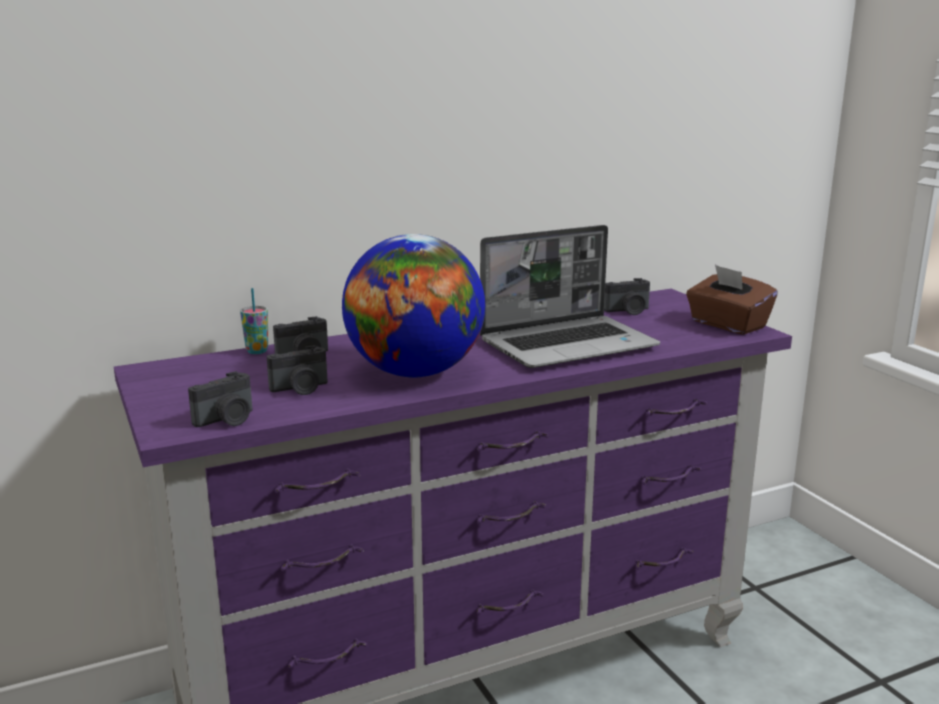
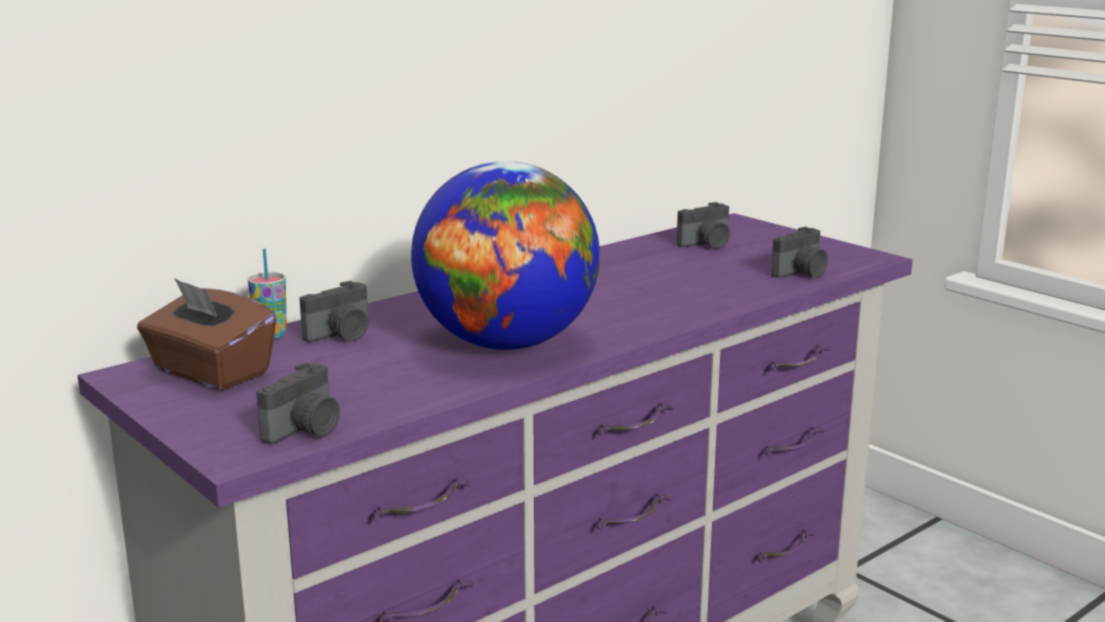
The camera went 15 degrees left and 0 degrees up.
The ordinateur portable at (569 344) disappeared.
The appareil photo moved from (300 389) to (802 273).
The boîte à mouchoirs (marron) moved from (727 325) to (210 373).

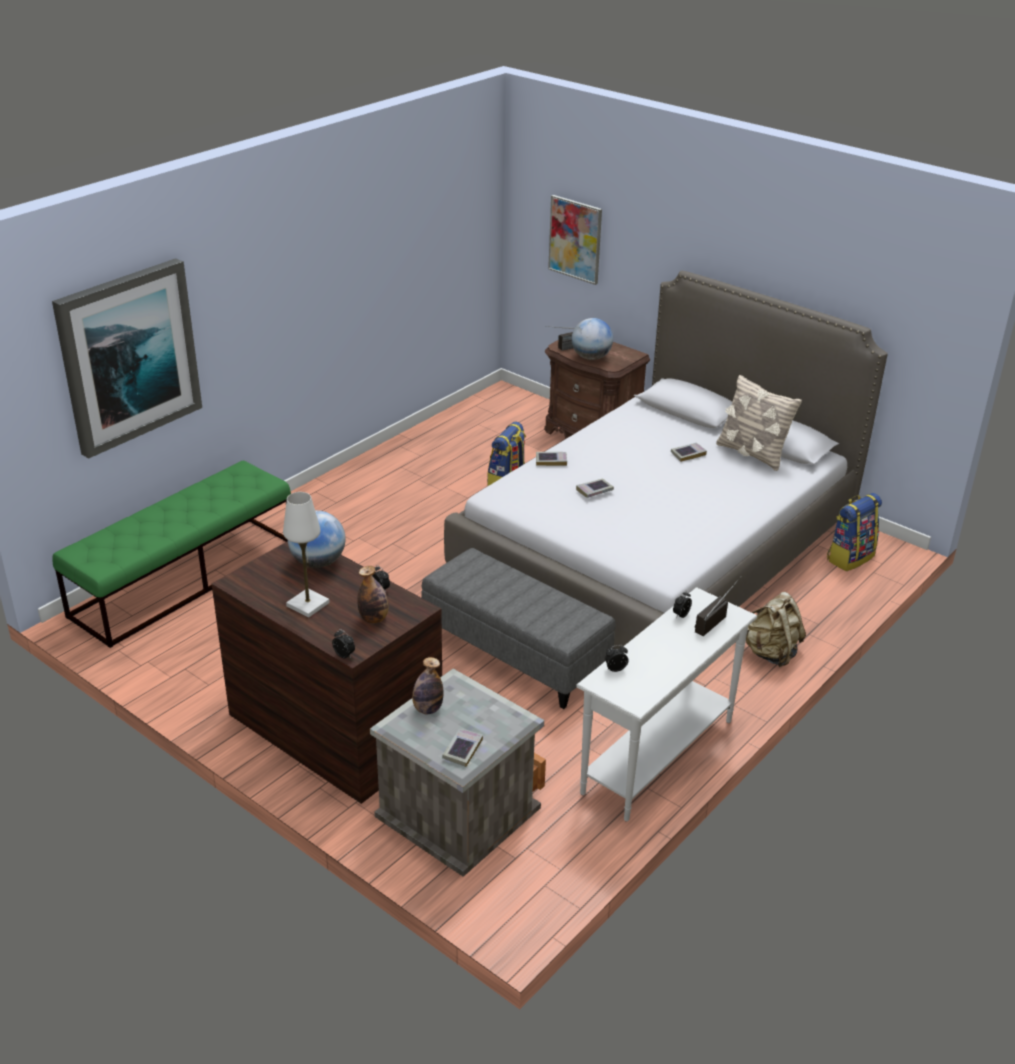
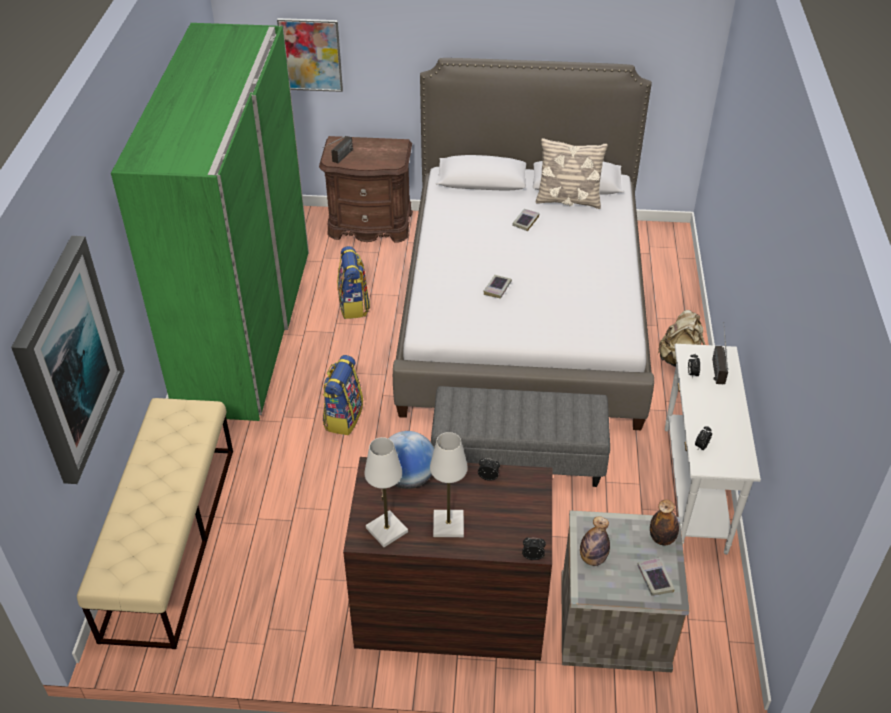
The camera went 35 degrees left and 10 degrees up.
The livre at (551 461) disappeared.
The globe at (591 357) disappeared.
The armoire (vert) at (245 329) appeared.
The lampe de table (blanc) at (386 530) appeared.
The bouteille moved from (374 619) to (662 538).
The sac à dos moved from (849 557) to (343 417).
The banc (vert) at (185 578) became the banc (beige) at (170 539).

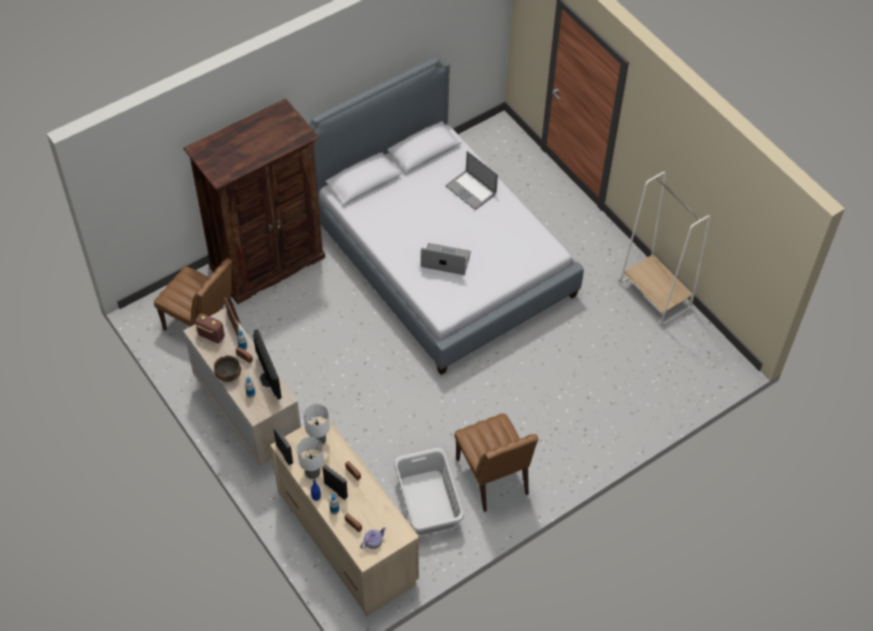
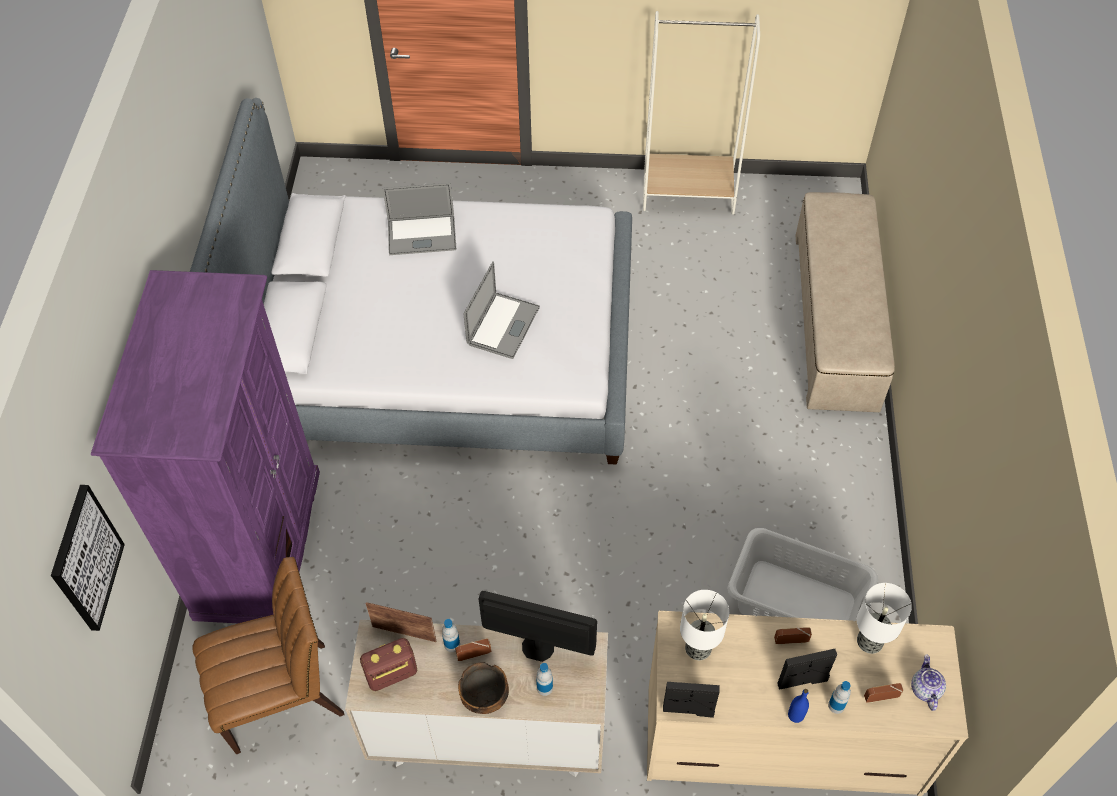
The camera went 50 degrees left and 0 degrees up.
The chaise (marron) at (491 476) disappeared.
The tableau at (85 558) appeared.
The banc (beige) at (836 320) appeared.
The lampe de table moved from (313 472) to (870 641).
The armoire (marron) at (268 262) became the armoire (violet) at (259 543).
The ordinateur portable at (446 260) turned 150 degrees clockwise.

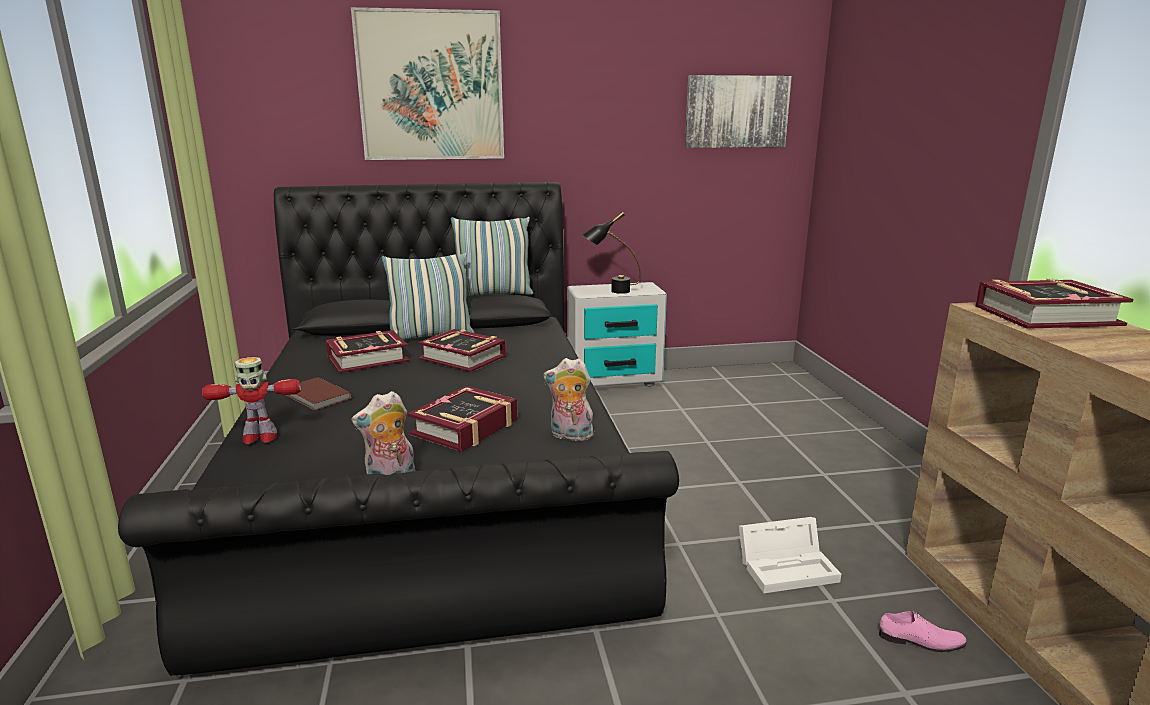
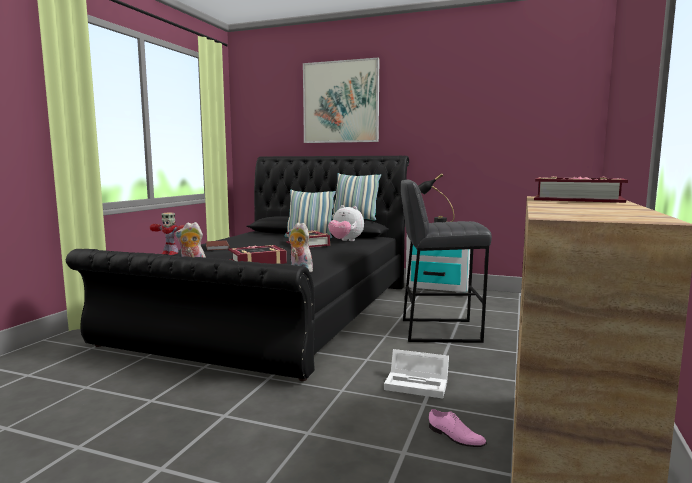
The camera went 30 degrees right and 10 degrees down.
The livre at (367 359) disappeared.
The tableau at (736 112) disappeared.
The peluche at (345 241) appeared.
The tabouret (gris) at (438 330) appeared.

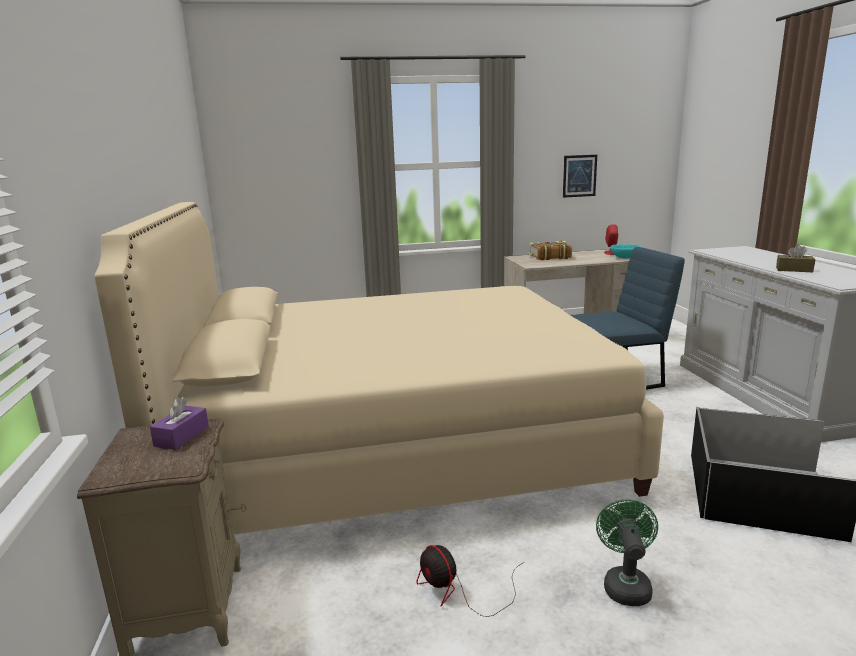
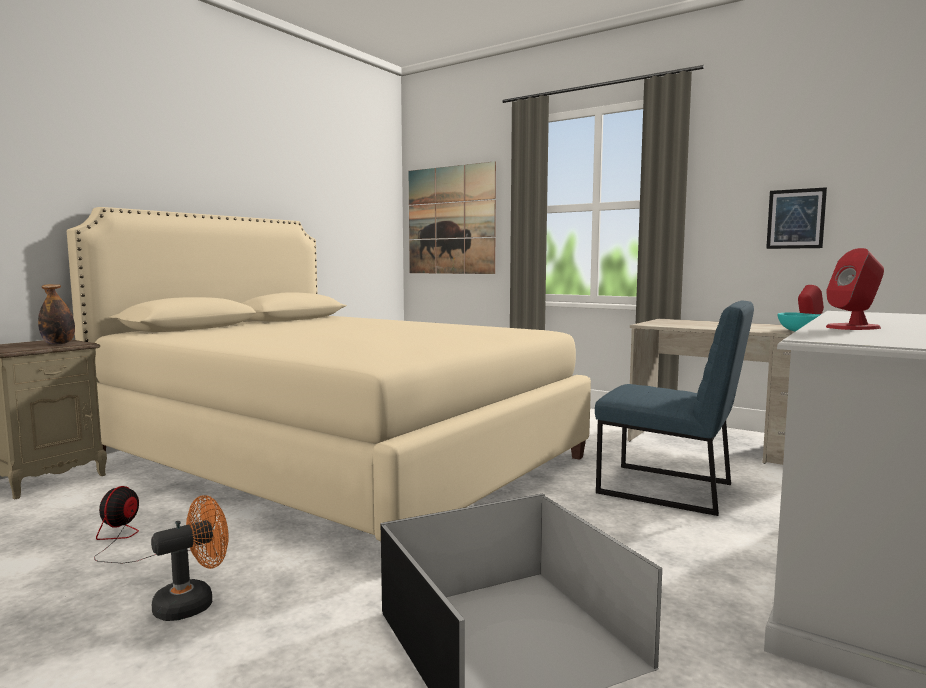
The camera went 45 degrees right and 10 degrees down.
The livre at (549 257) disappeared.
The tableau at (451 220) appeared.
The boîte à mouchoirs (violet) at (182 436) was replaced by the bouteille at (58 344).
The boîte à mouchoirs (marron) at (794 270) was replaced by the enceinte (rouge) at (853 327).
The ventilateur (vert) at (625 584) became the ventilateur (orange) at (193 603).

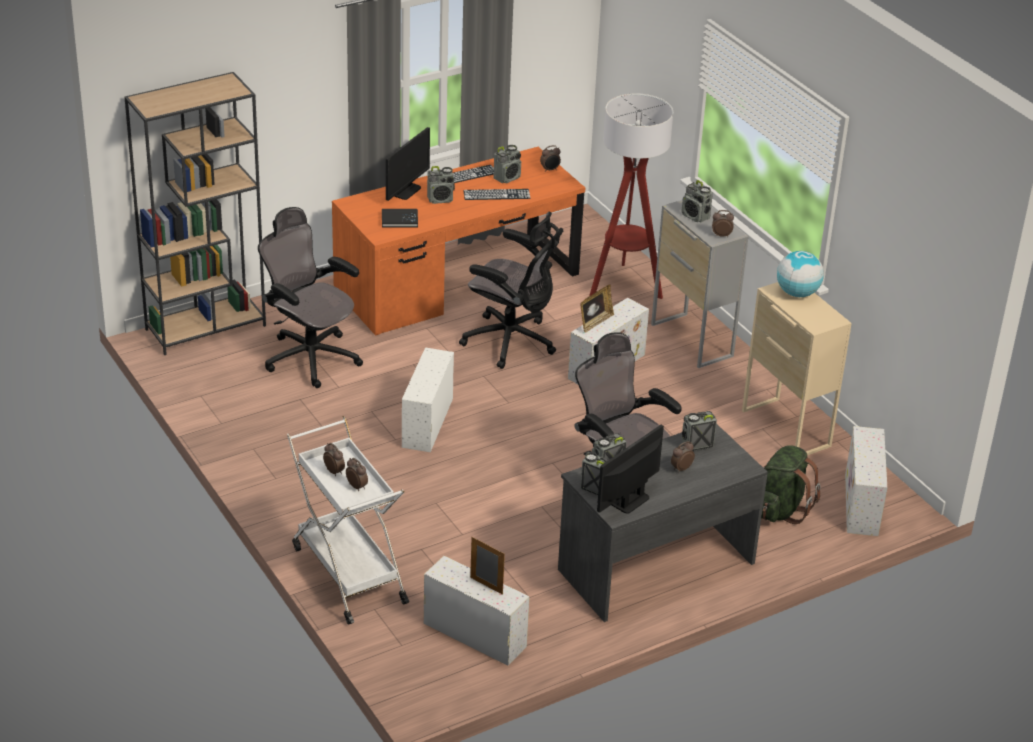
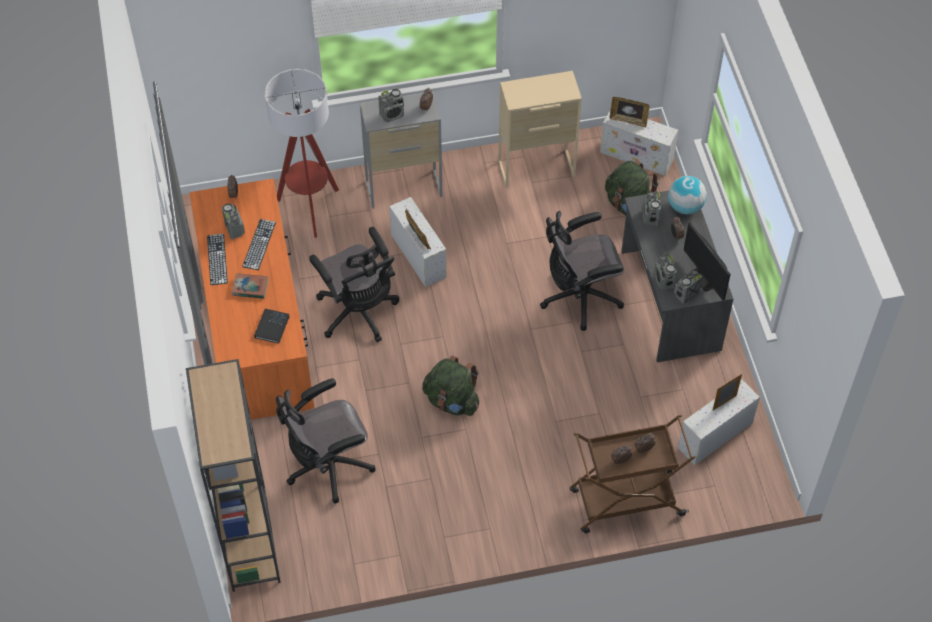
The camera went 70 degrees left and 20 degrees up.
The écran d'ordinateur at (405 191) disappeared.
The cadre photo at (628 120) appeared.
The globe moved from (797 293) to (685 206).
The boîte de rangement (blanc) at (427 423) was replaced by the sac à dos (vert) at (452 401).
The radio at (440 199) was replaced by the livre at (250 288).
The chariot (blanc) at (348 575) became the chariot (marron) at (626 502).
The chaise de bureau at (510 341) turned 105 degrees clockwise.

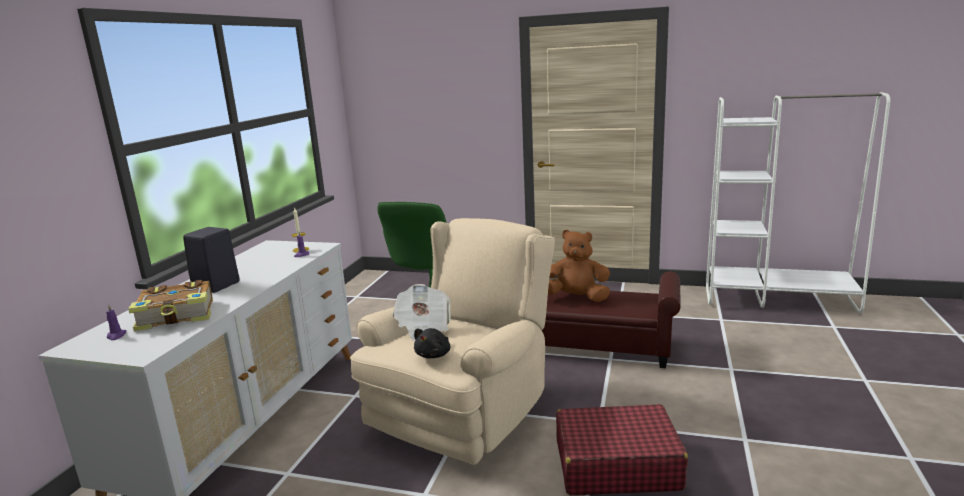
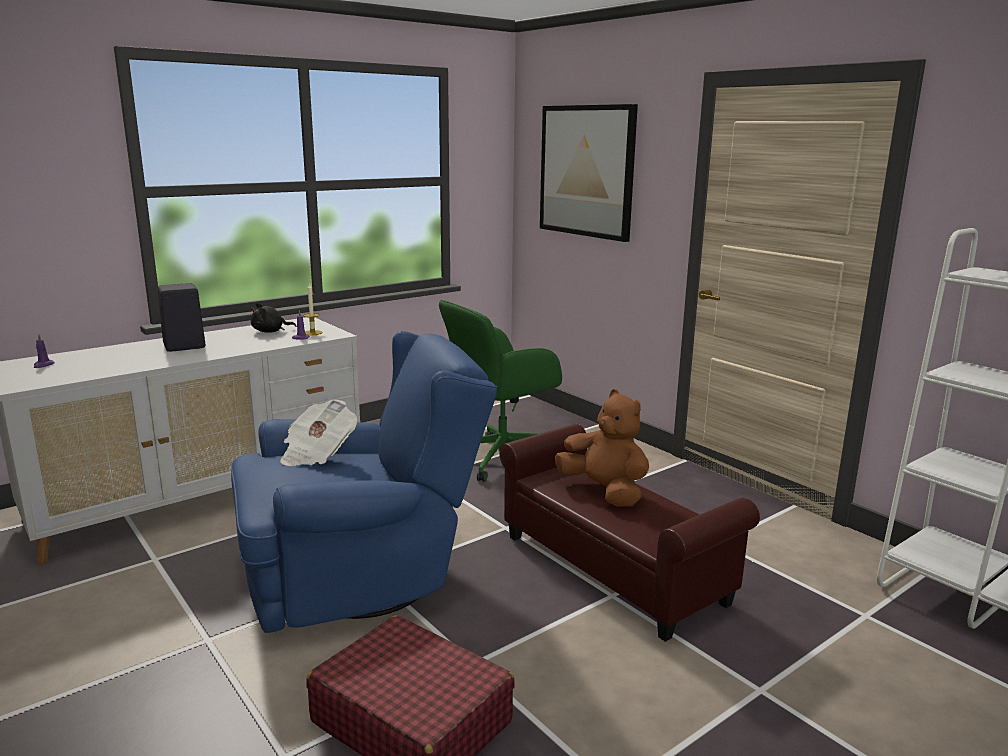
The camera went 35 degrees right and 0 degrees up.
The livre at (177 316) disappeared.
The tableau at (587 171) appeared.
The peluche (noir) moved from (434 355) to (270 331).
The fauteuil (beige) at (464 414) became the fauteuil (bleu) at (361 580).

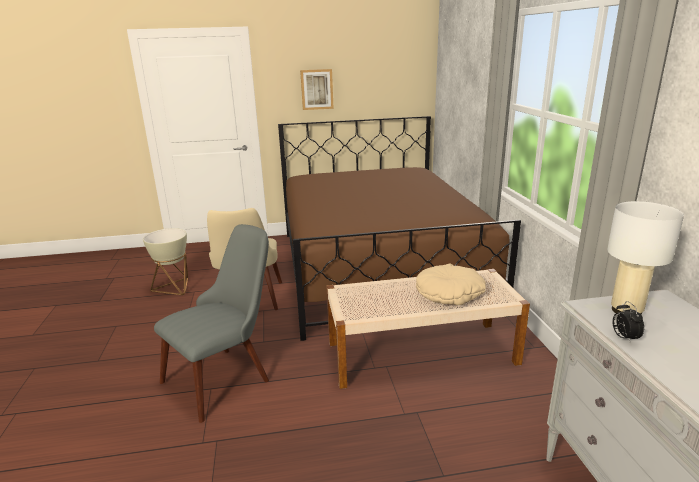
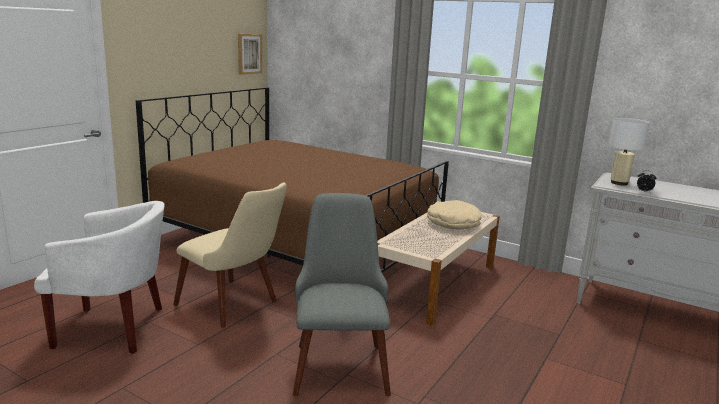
The camera went 50 degrees left and 5 degrees down.
The tableau moved from (317 89) to (249 54).
The cache-pot at (174 288) was replaced by the fauteuil (blanc) at (114 329).

